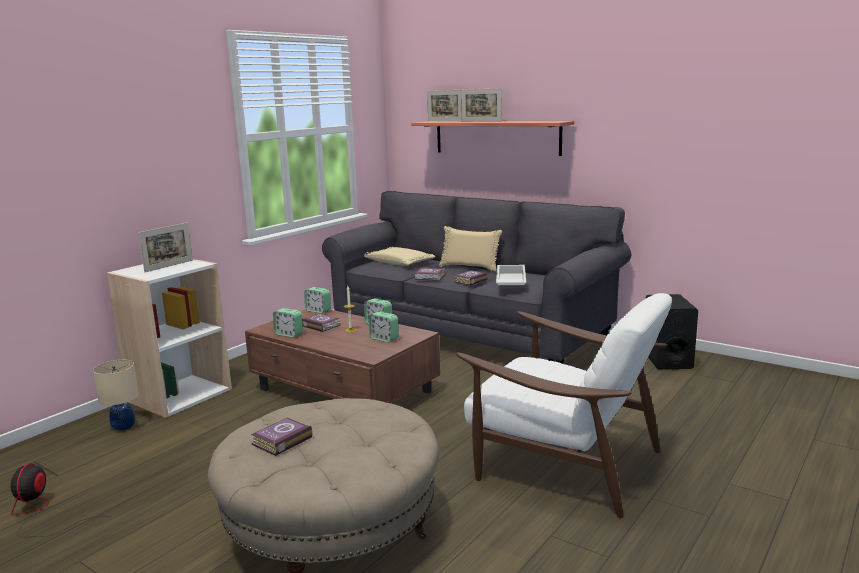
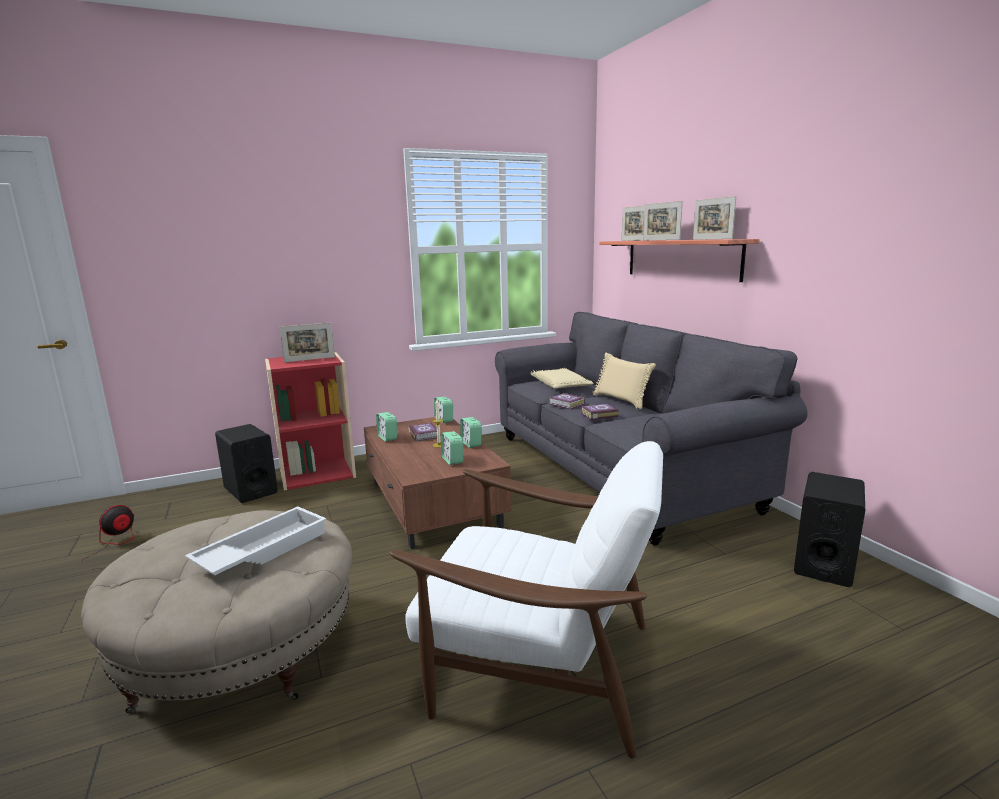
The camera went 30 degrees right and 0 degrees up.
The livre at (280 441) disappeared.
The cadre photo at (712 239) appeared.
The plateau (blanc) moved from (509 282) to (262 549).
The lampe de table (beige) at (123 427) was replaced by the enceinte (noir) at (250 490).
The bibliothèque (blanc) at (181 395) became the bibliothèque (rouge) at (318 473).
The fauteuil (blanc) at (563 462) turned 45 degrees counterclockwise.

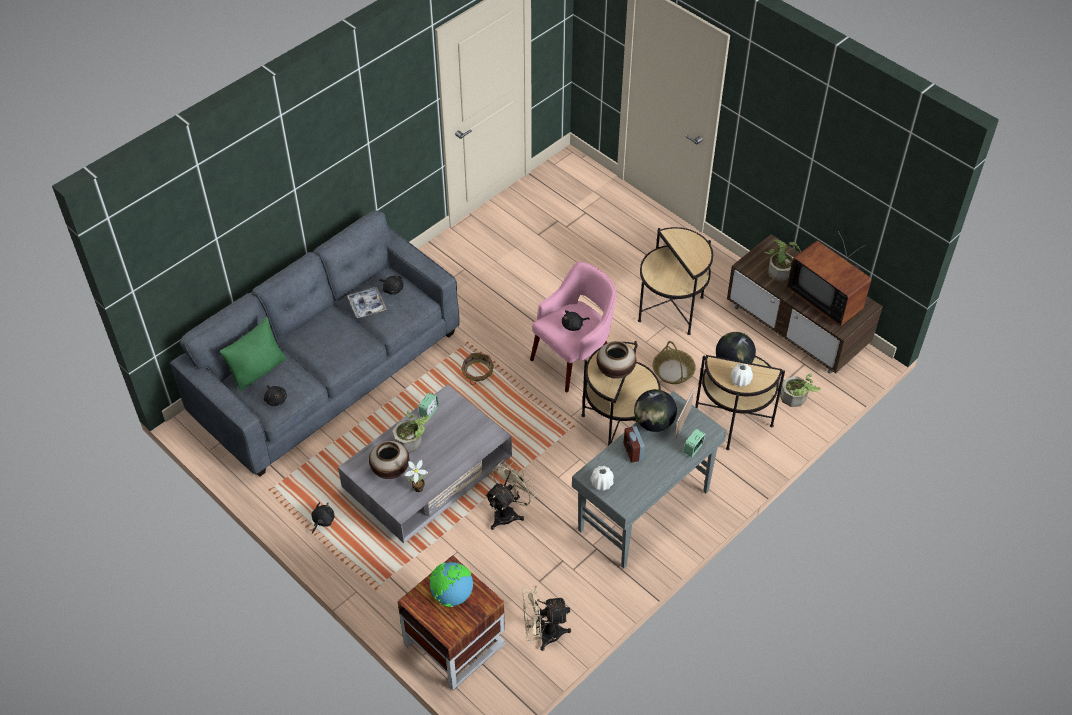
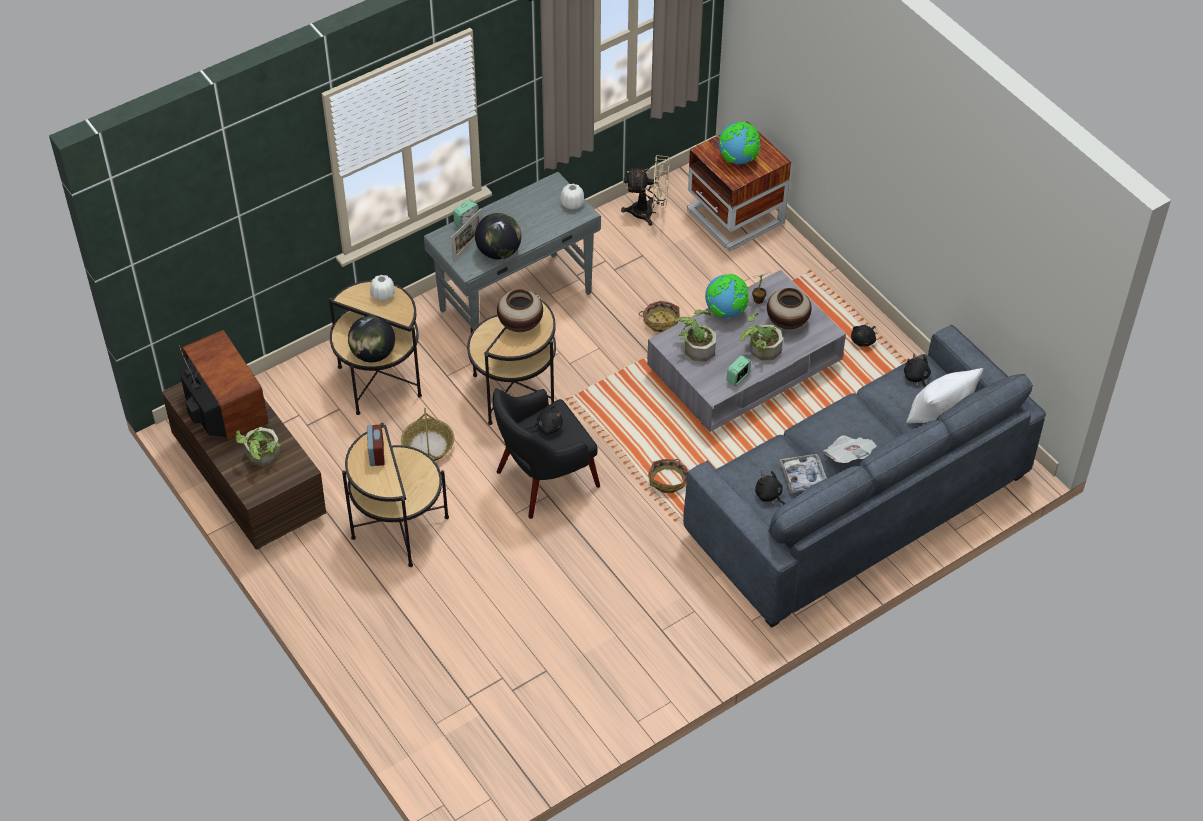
The camera went 170 degrees left and 0 degrees up.
The globe at (726 311) appeared.
The journal at (848 456) appeared.
The réveil moved from (633 451) to (376 454).
The plante en pot moved from (796 398) to (696 347).
The ventilateur (beige) at (508 512) was replaced by the panier at (661 321).
The coussin (vert) at (258 370) became the coussin (blanc) at (939 414).
The fauteuil (rose) at (573 358) became the fauteuil (noir) at (545 480).

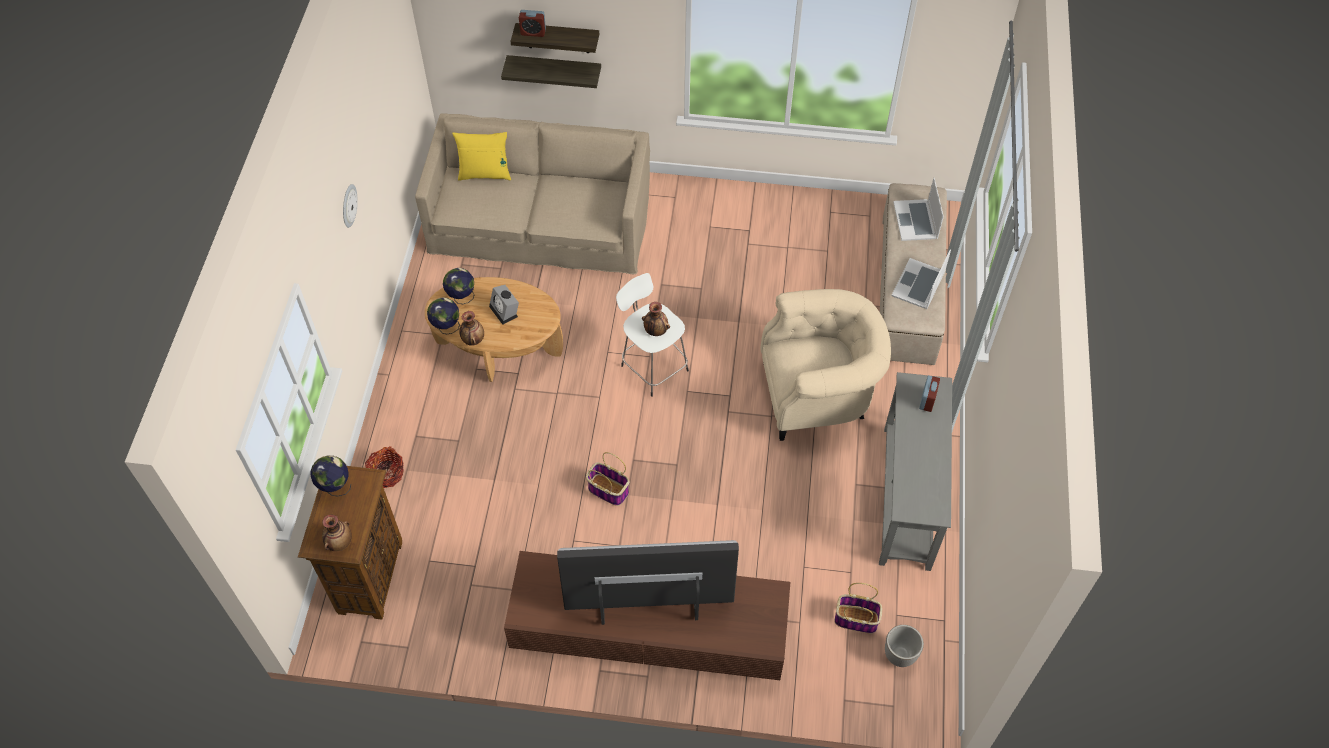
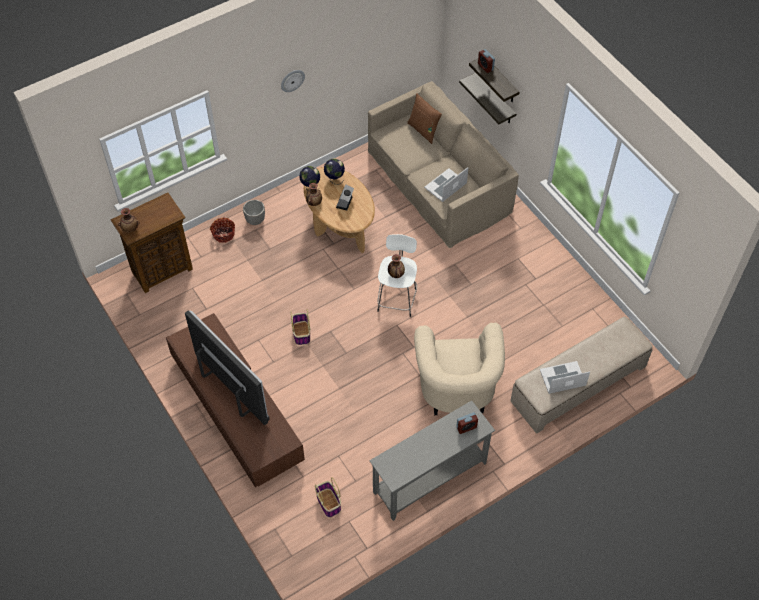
The camera went 50 degrees right and 0 degrees up.
The globe at (335 487) disappeared.
The cache-pot moved from (900 655) to (255 220).
The ordinateur portable moved from (916 220) to (446 185).
The coussin (jaune) at (485 174) became the coussin (marron) at (423 130).
The fauteuil (beige) at (818 395) turned 45 degrees clockwise.

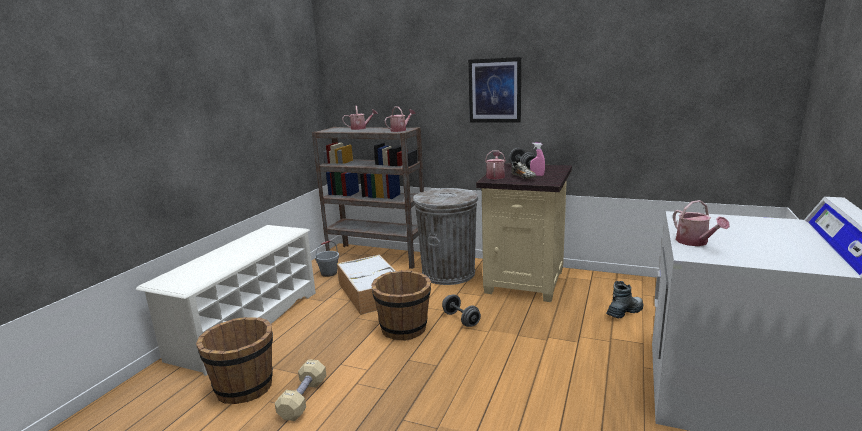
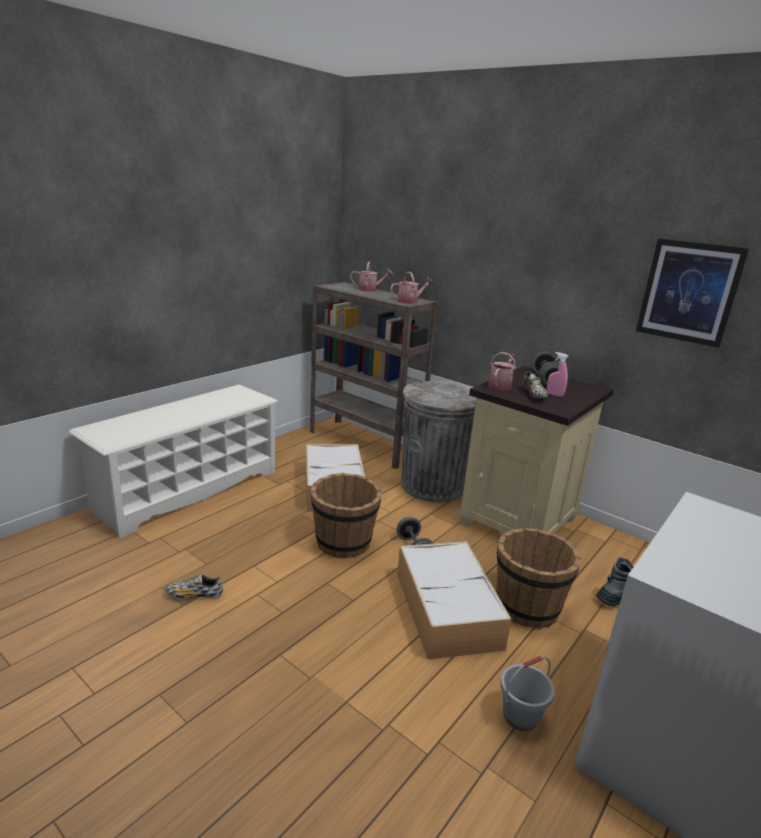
The camera went 15 degrees right and 5 degrees up.
The arrosoir at (695 242) disappeared.
The boîte de rangement at (448 611) appeared.
The seau (marron) moved from (245 387) to (527 607).
The seau (gris) moved from (329 273) to (520 716).
The tableau moved from (494 90) to (689 292).
The haltère (beige) at (303 399) was replaced by the chaussure at (194 595).

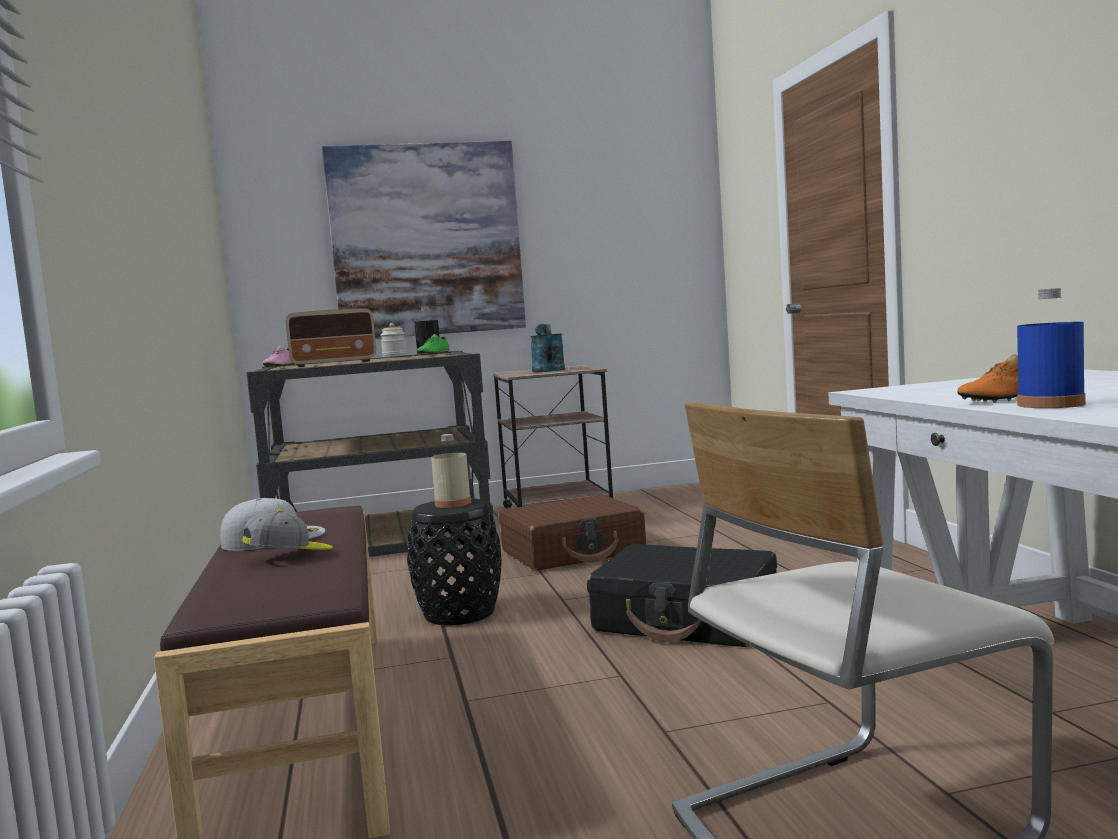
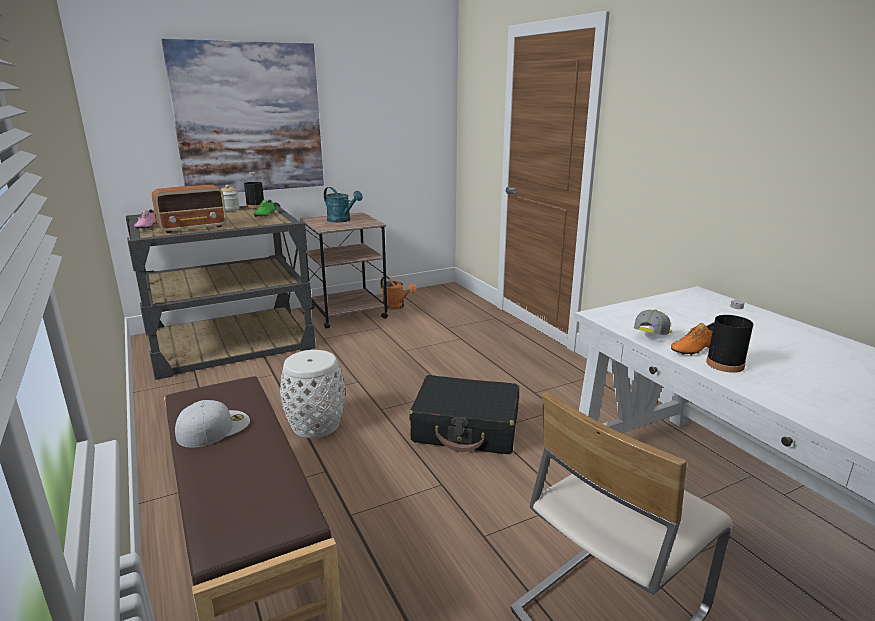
The camera went 15 degrees left and 15 degrees up.
The bouteille (beige) at (453 503) disappeared.
The valise (marron) at (573 552) disappeared.
The arrosoir (orange) at (396 306) appeared.
The casquette moved from (289 555) to (652 335).
The tabouret (noir) at (459 613) became the tabouret (blanc) at (316 425).
The bouteille (bleu) at (1050 404) became the bouteille (noir) at (725 364).
The arrosoir (turquoise) at (547 370) turned 150 degrees clockwise.

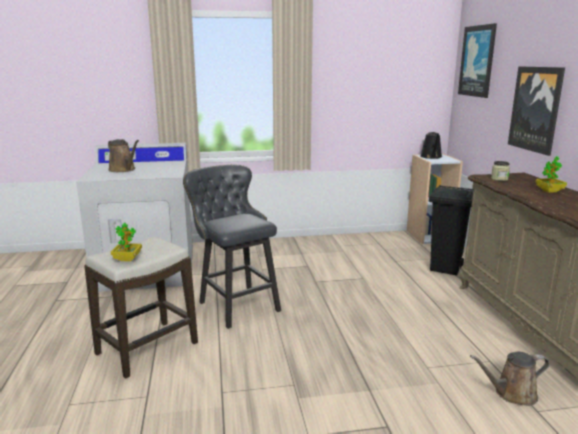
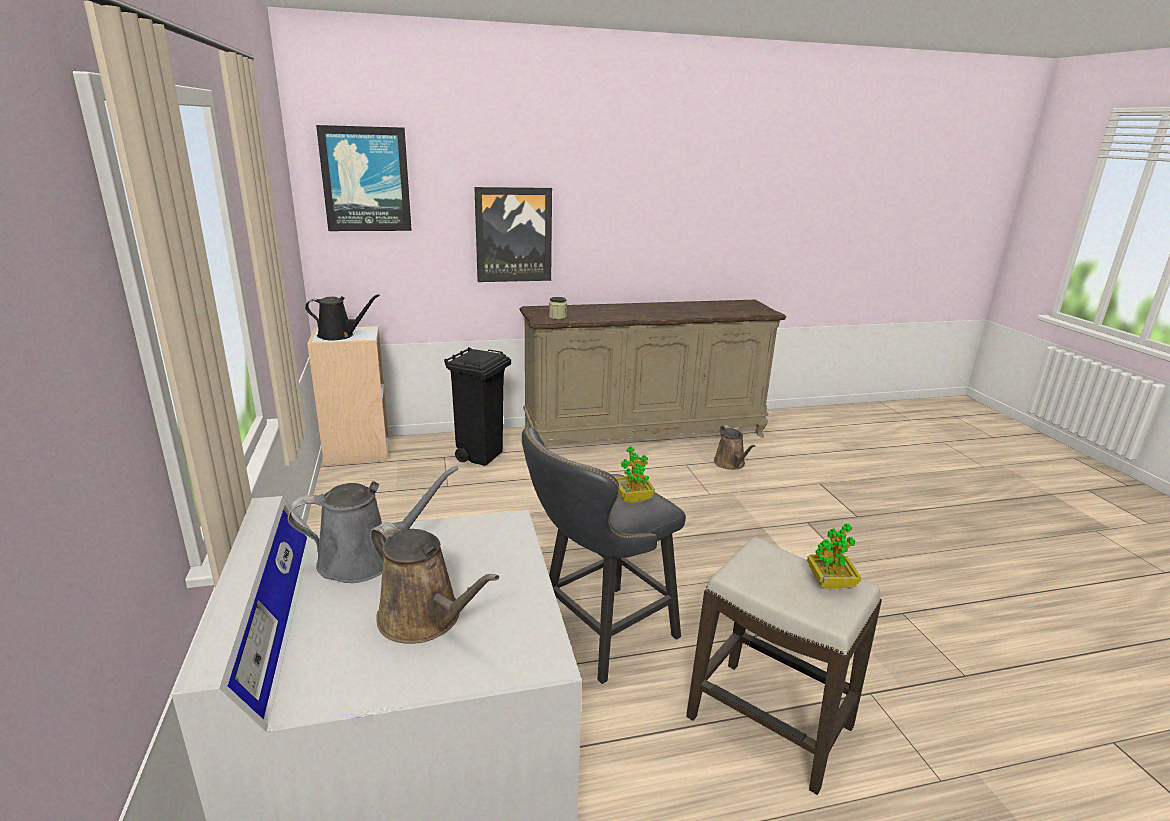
The camera went 95 degrees left and 5 degrees up.
The arrosoir (gris) at (365 559) appeared.
The plante en pot moved from (549 191) to (632 498).
The arrosoir (marron) at (123 170) turned 90 degrees clockwise.

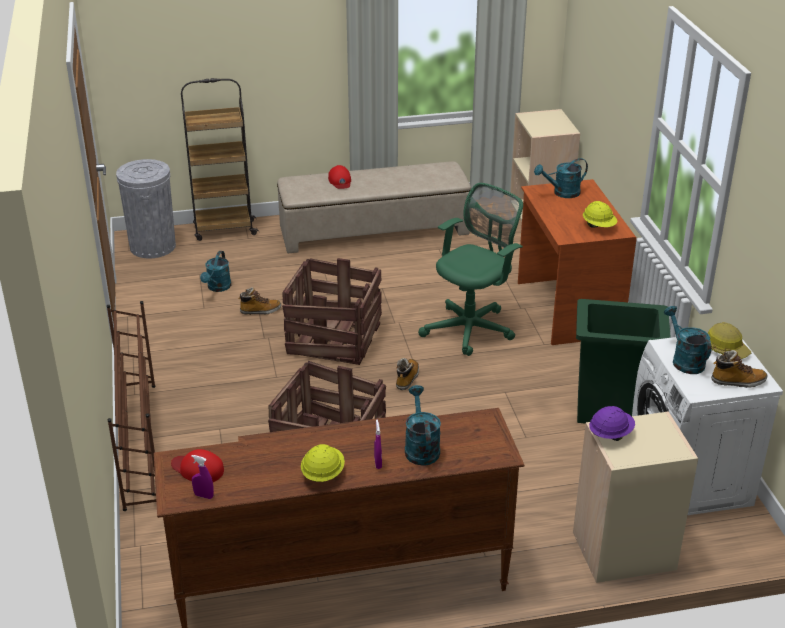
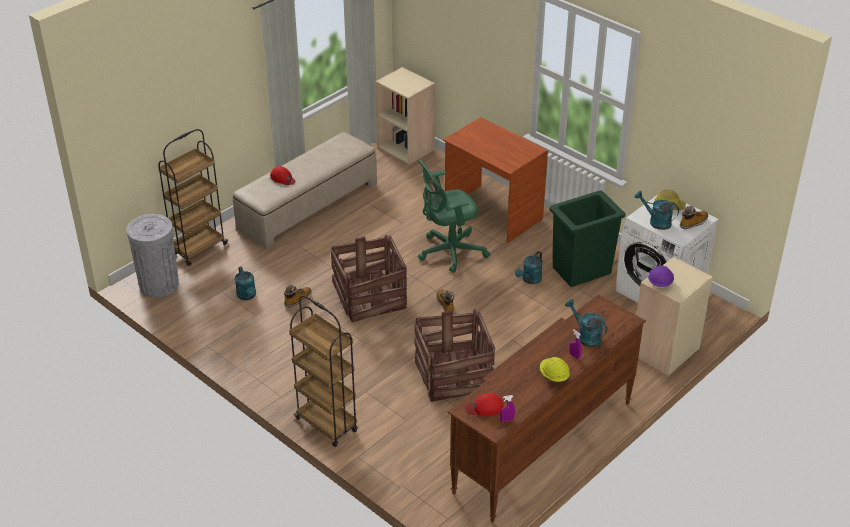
The camera went 35 degrees left and 5 degrees up.
The casque de chantier (jaune) at (599 226) disappeared.
The arrosoir (turquoise) moved from (562 193) to (530 280).
The étagère à chaussures (marron) at (140 443) was replaced by the chariot (marron) at (326 426).
The chaise de bureau (vert) at (471 328) turned 120 degrees counterclockwise.

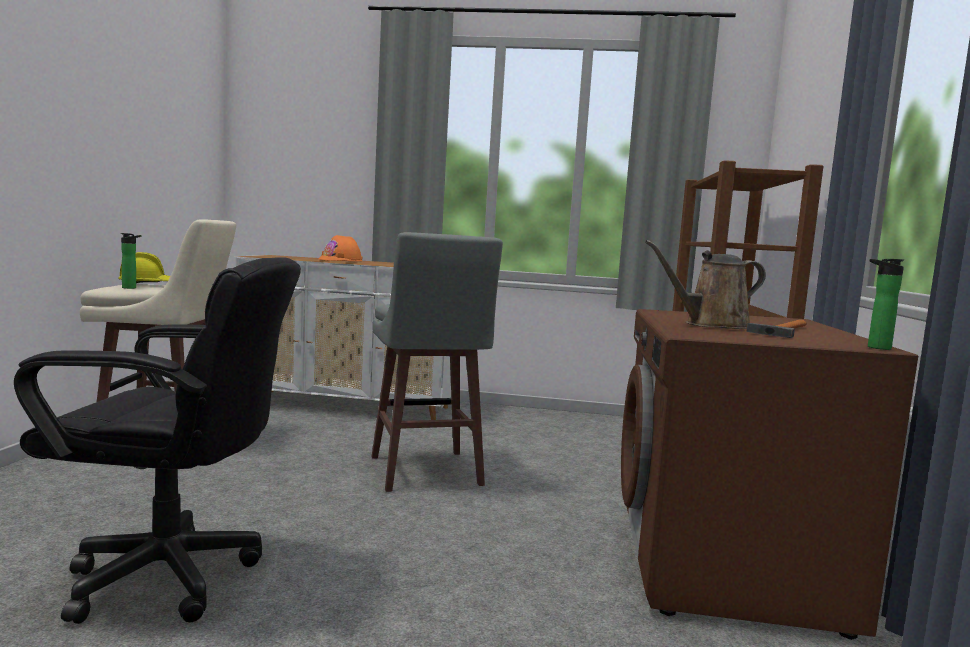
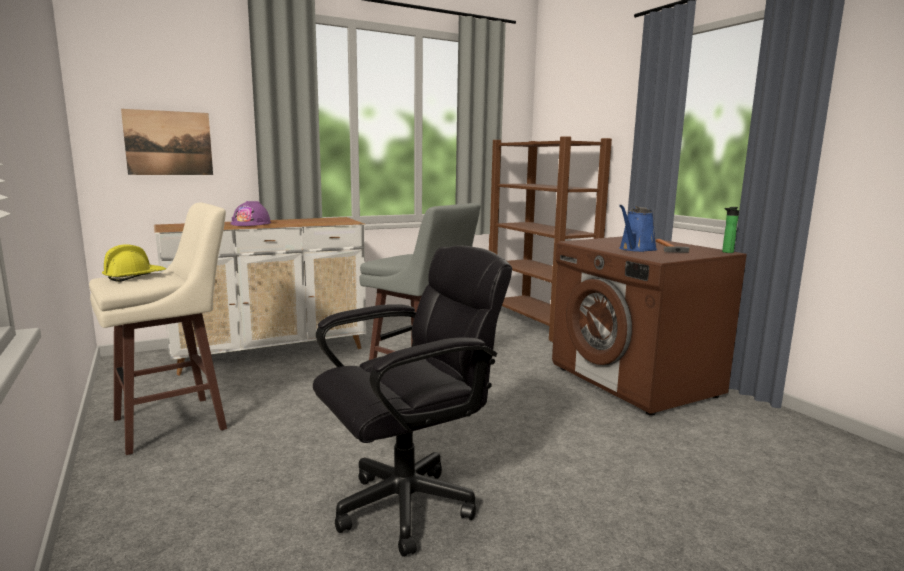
The camera went 35 degrees left and 5 degrees up.
The bouteille at (131 288) disappeared.
The tableau at (169 143) appeared.
The casque de chantier (orange) at (340 260) became the casque de chantier (violet) at (251 223).
The arrosoir (marron) at (711 325) became the arrosoir (bleu) at (636 249).

